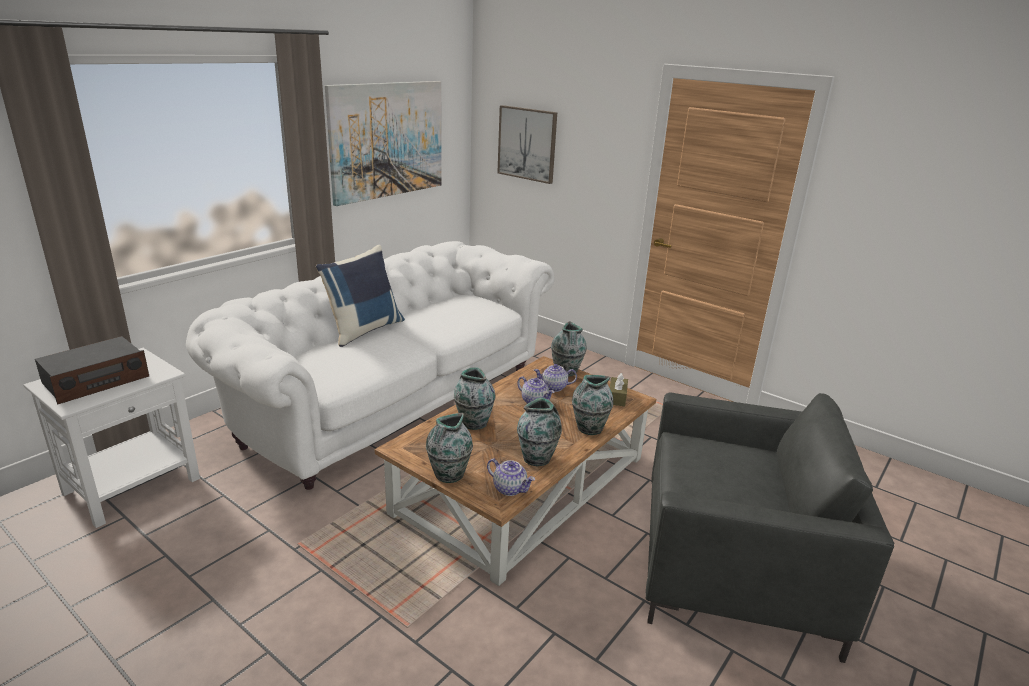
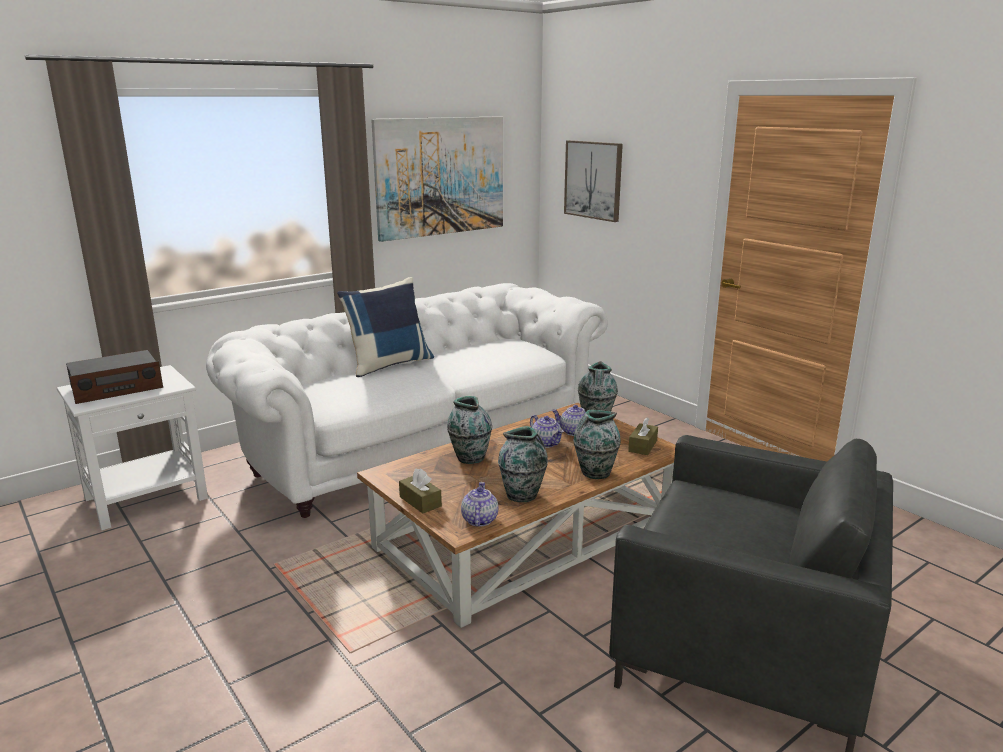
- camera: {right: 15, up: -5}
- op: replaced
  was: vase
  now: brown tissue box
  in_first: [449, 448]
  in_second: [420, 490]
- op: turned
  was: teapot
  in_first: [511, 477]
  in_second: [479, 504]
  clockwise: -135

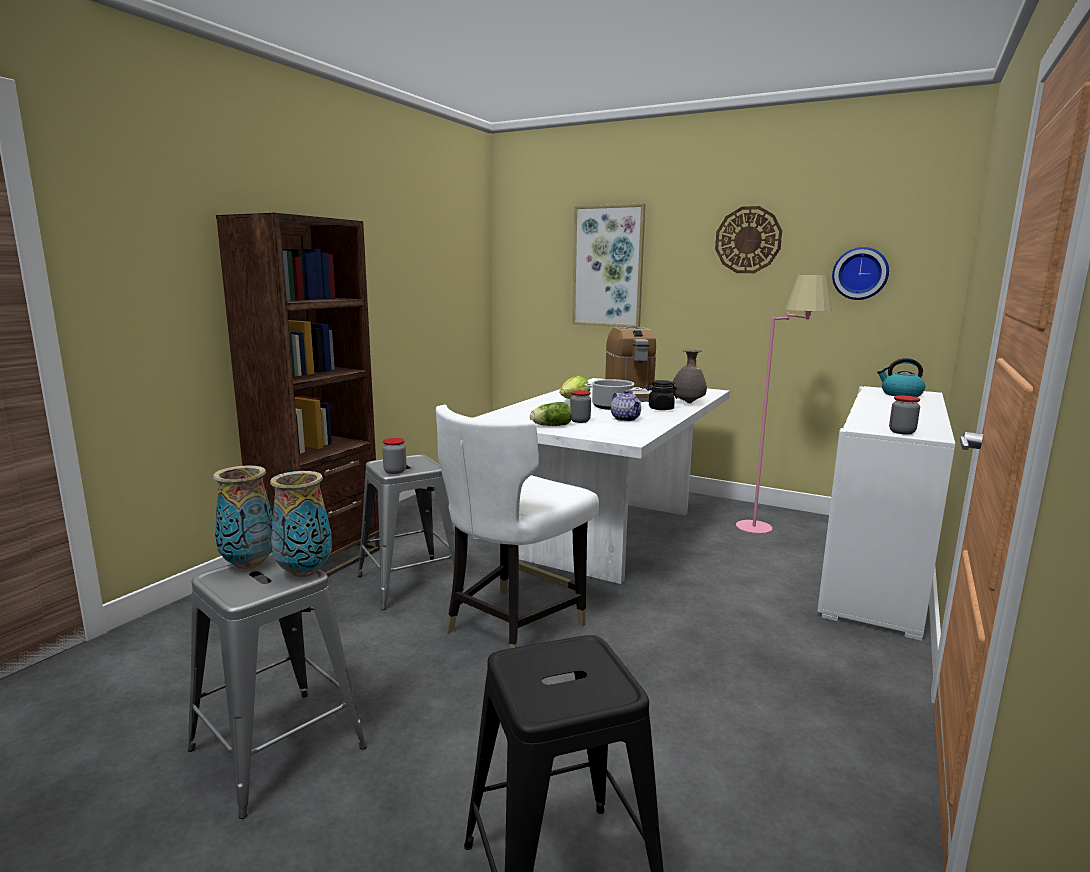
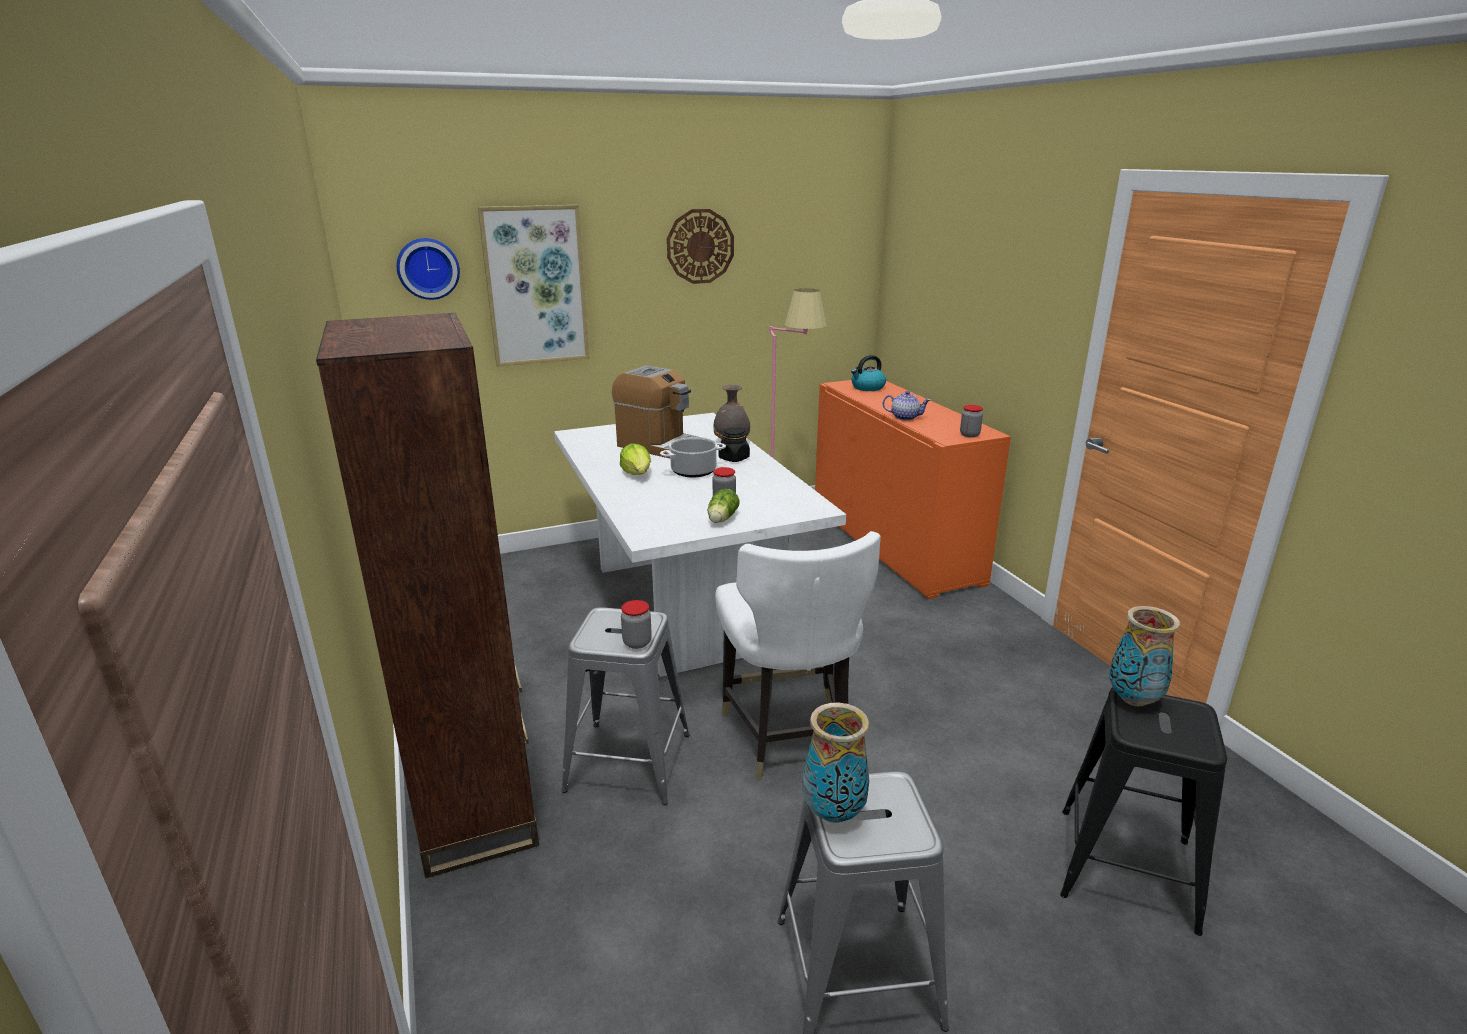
- camera: {right: -50, up: 10}
- op: moved
  was: vase
  in_first: [301, 524]
  in_second: [1144, 656]
- op: moved
  was: teapot
  in_first: [626, 405]
  in_second: [907, 406]
- op: moved
  was: wall clock
  in_first: [860, 273]
  in_second: [428, 269]
- op: recoloured
  was: white cabinet
  now: orange cabinet
  in_first: [886, 513]
  in_second: [913, 489]

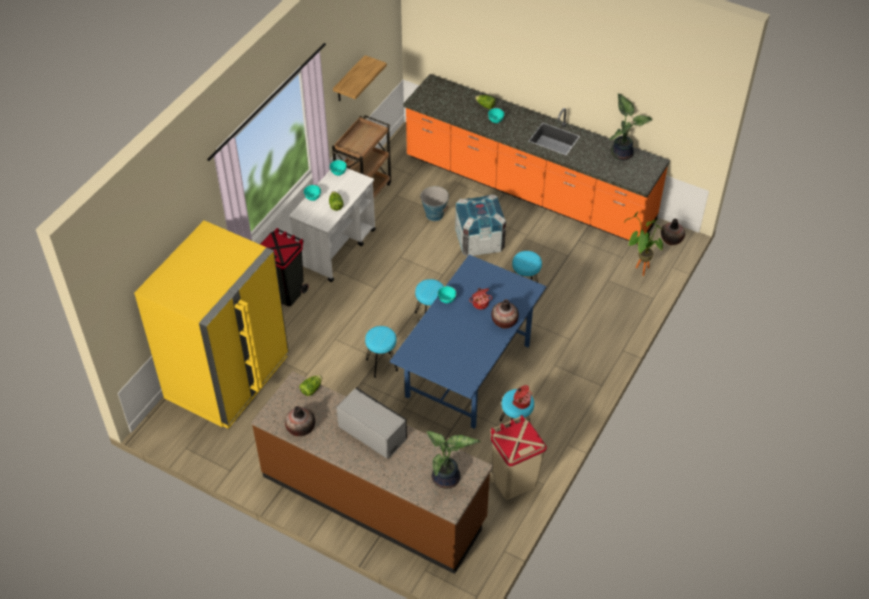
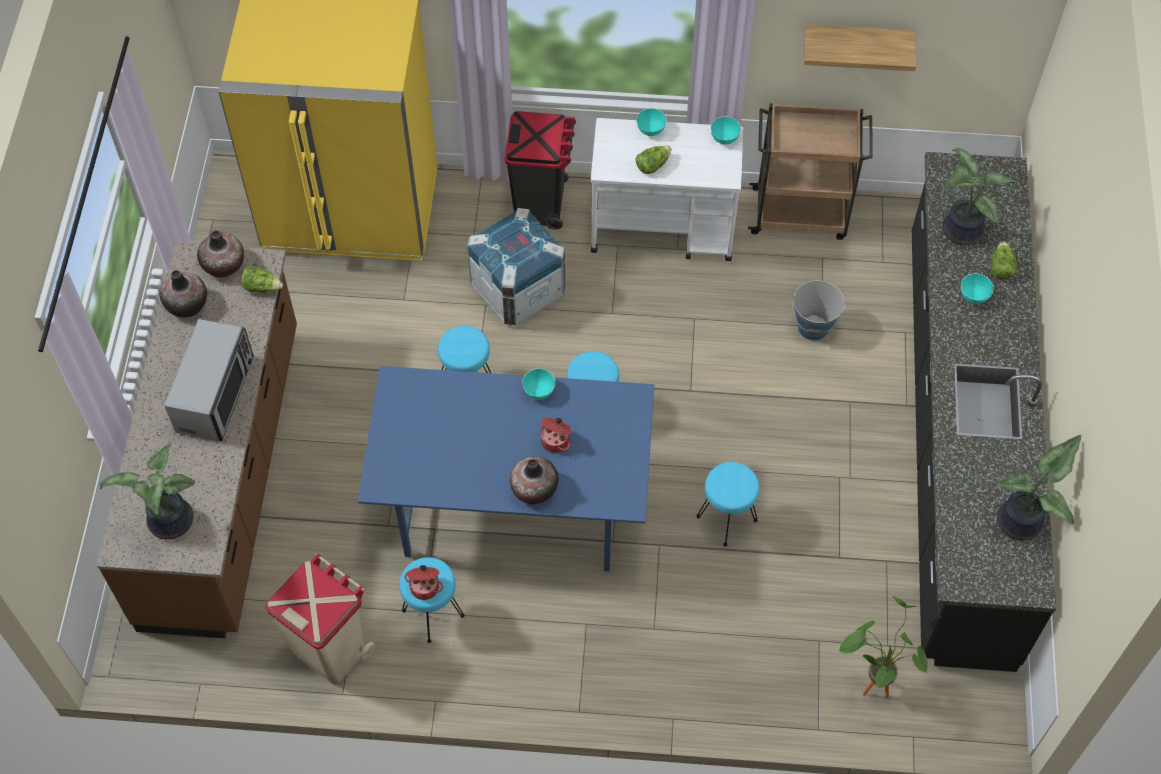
- camera: {right: 65, up: 10}
- op: added
  now: potted plant
  in_second: [980, 196]
- op: moved
  was: crate
  in_first: [480, 225]
  in_second: [516, 266]
- op: moved
  was: vase
  in_first: [673, 232]
  in_second: [220, 254]
- op: recoloured
  was: orange counter
  now: black counter
  in_first: [536, 159]
  in_second: [984, 412]

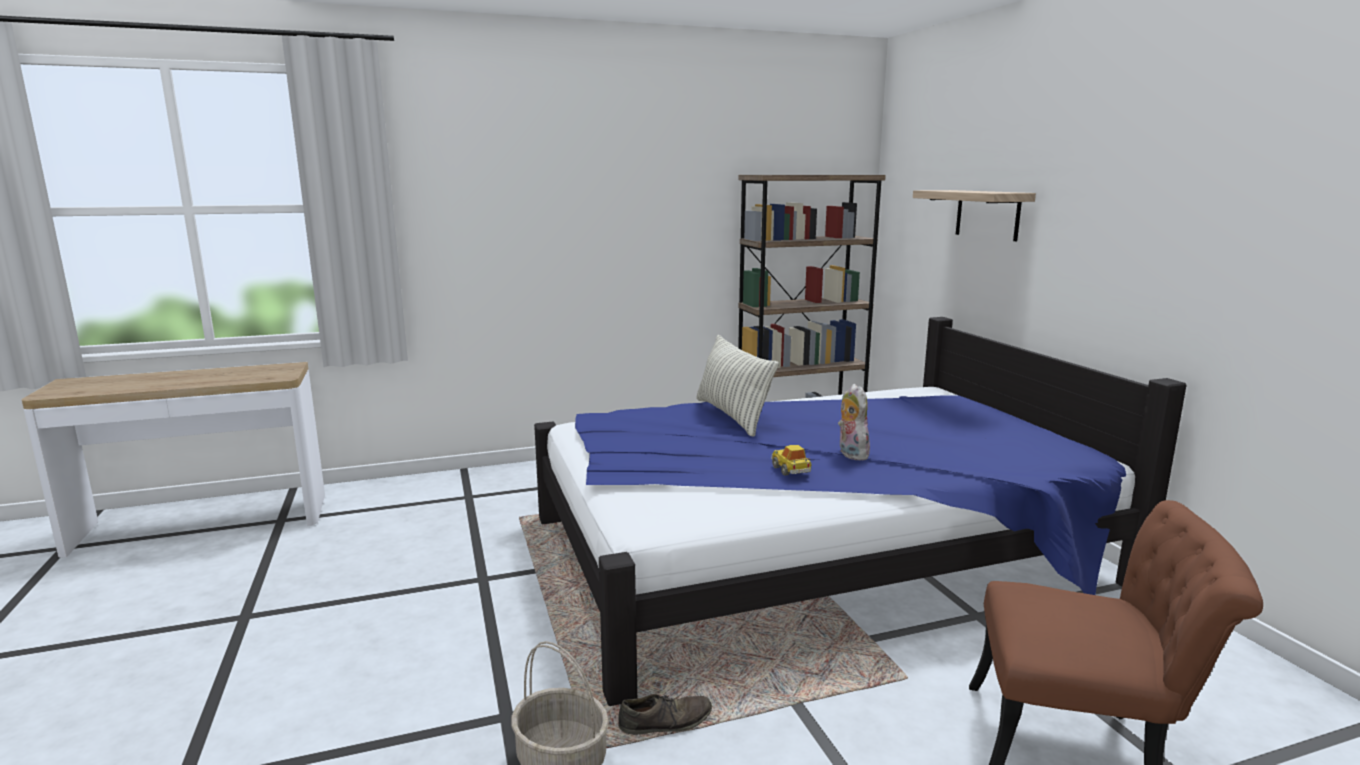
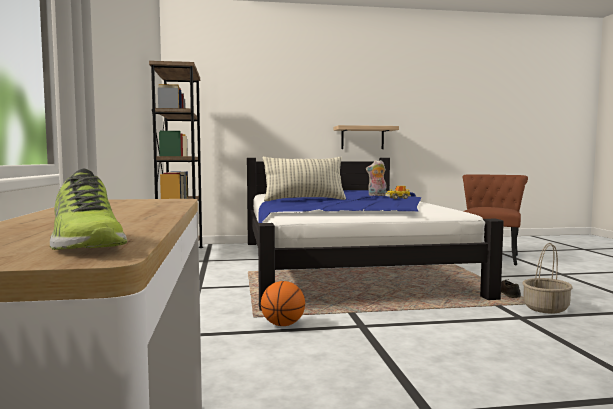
- camera: {right: -80, up: -10}
- op: added
  now: shoe
  in_second: [88, 209]
- op: added
  now: basketball
  in_second: [283, 303]
- op: moved
  was: shelf
  in_first: [974, 215]
  in_second: [366, 137]

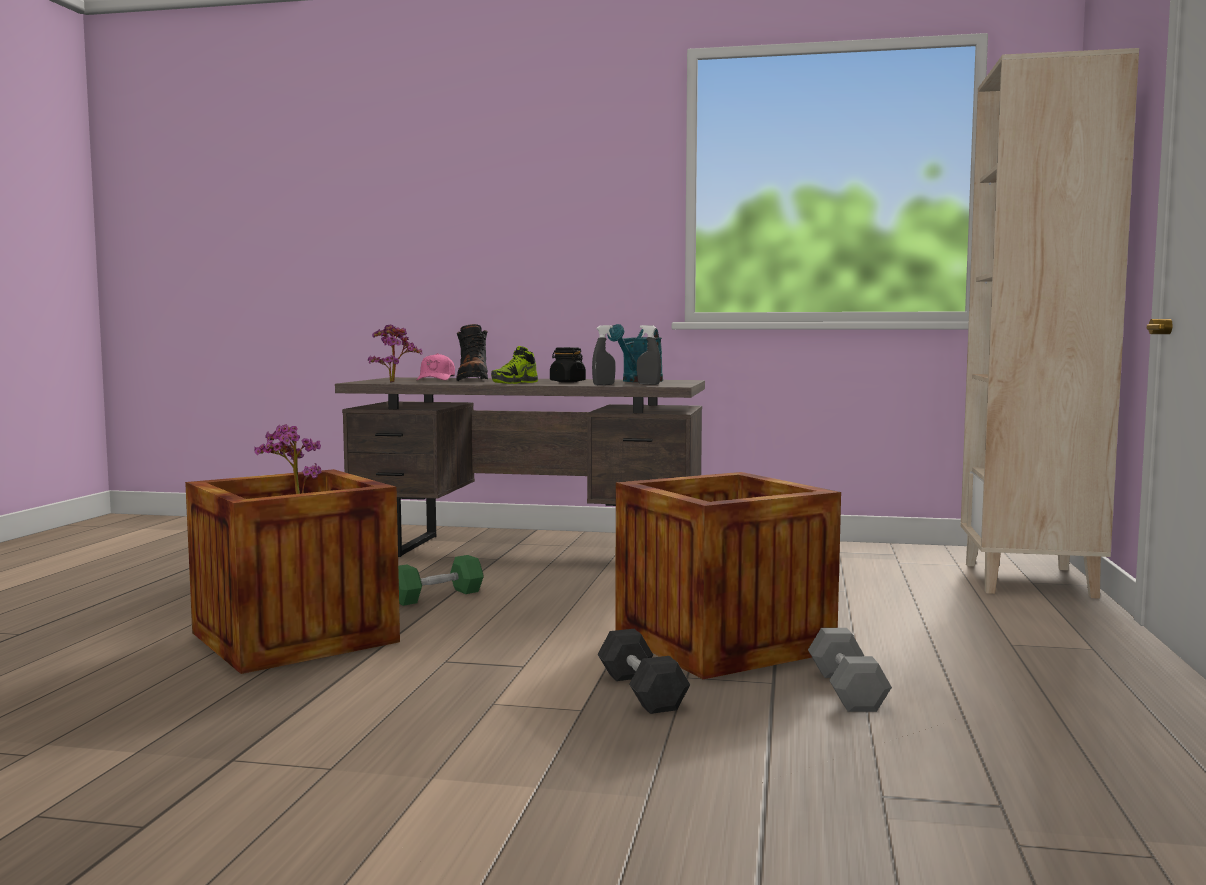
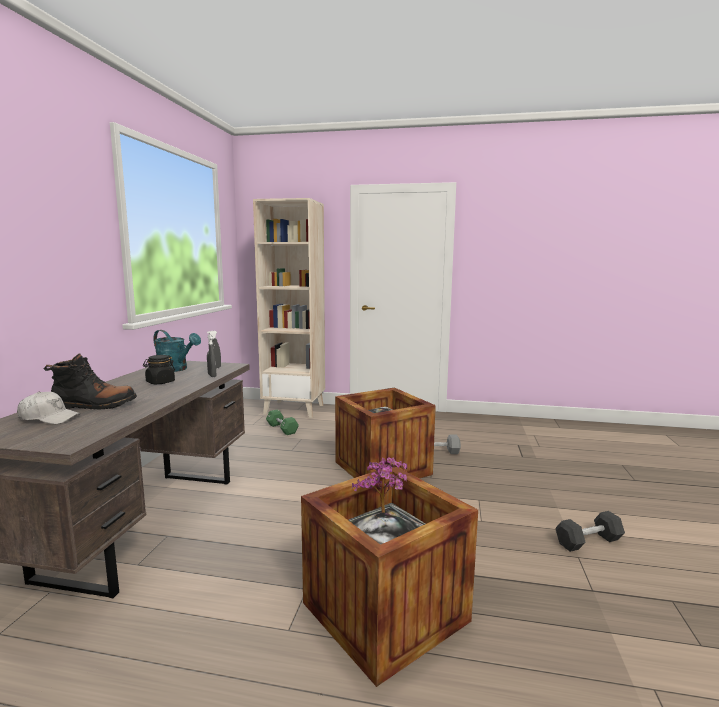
- camera: {right: -90, up: 5}
- op: removed
  was: potted plant
  in_first: [395, 353]
- op: removed
  was: shoe
  in_first: [514, 365]
- op: moved
  was: green dumbbell
  in_first: [441, 580]
  in_second: [282, 422]
- op: moved
  was: black dumbbell
  in_first: [643, 671]
  in_second: [590, 531]
- op: recoloured
  was: pink cap
  now: white cap
  in_first: [436, 366]
  in_second: [49, 407]

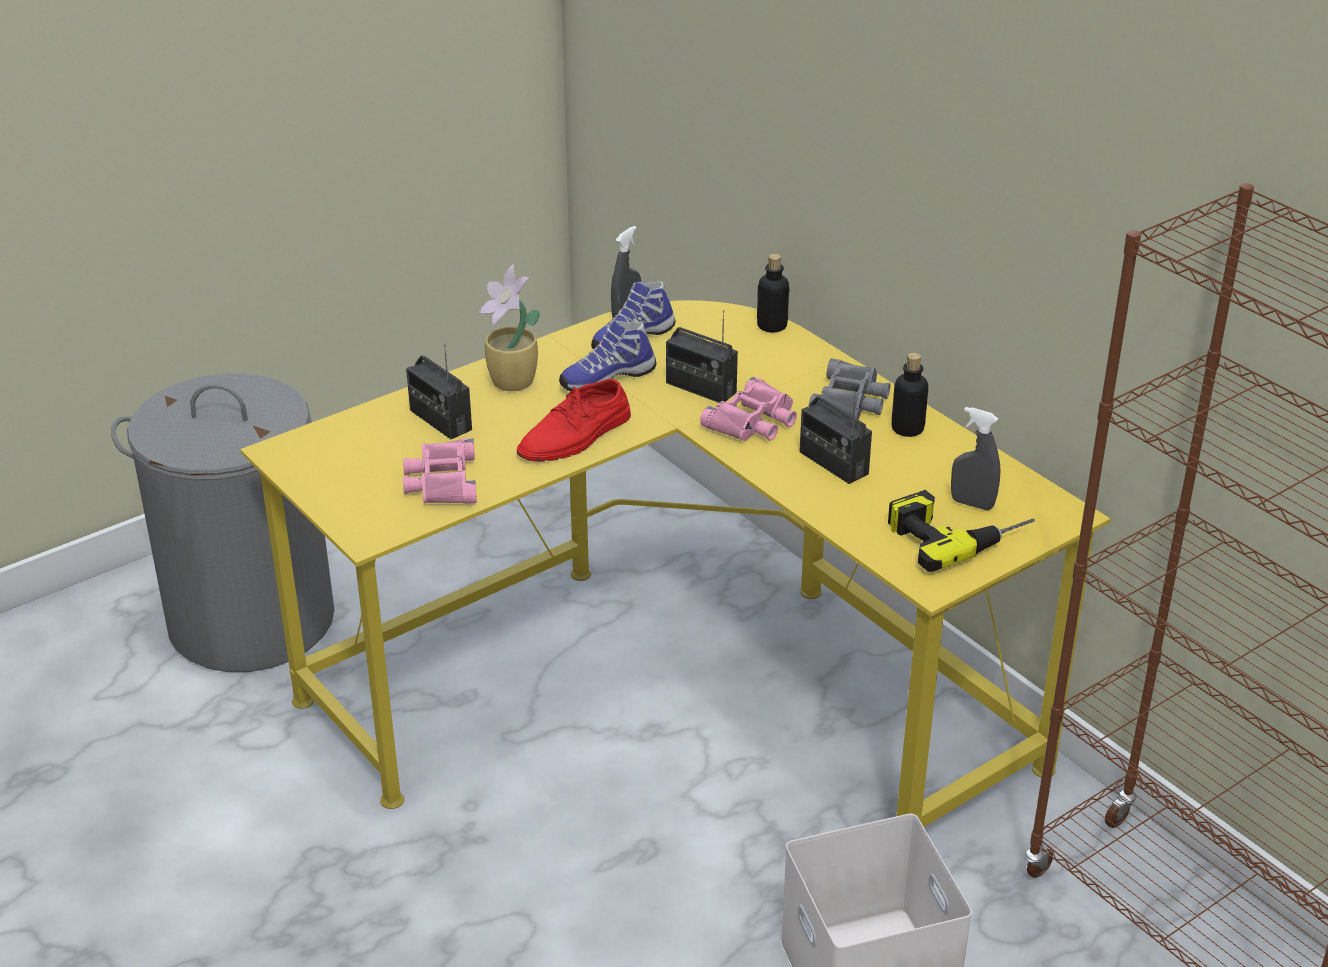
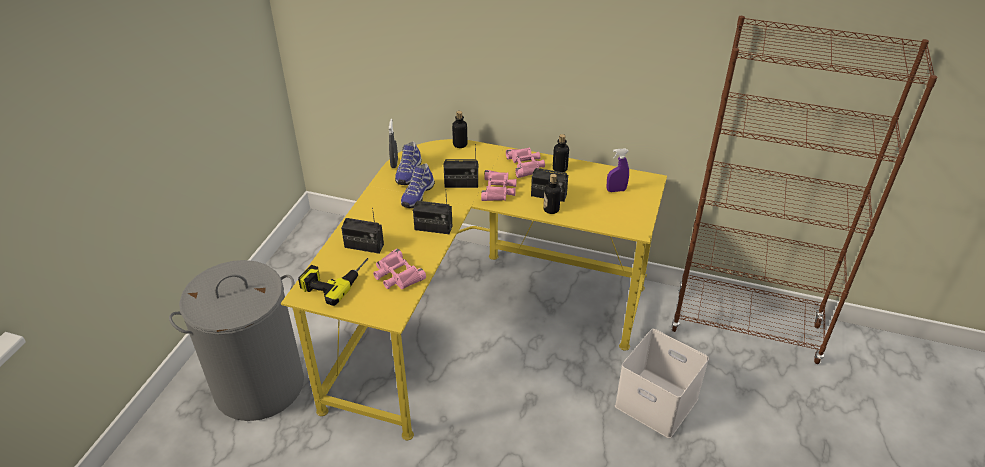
- camera: {right: -35, up: 5}
- op: removed
  was: potted plant
  in_first: [509, 327]
- op: added
  now: bottle
  in_second: [552, 194]
- op: moved
  was: power drill
  in_first: [961, 531]
  in_second: [333, 282]
- op: replaced
  was: red shoe
  now: radio
  in_first: [574, 420]
  in_second: [432, 215]
- op: recoloured
  was: grey binoculars
  now: pink binoculars
  in_first: [849, 388]
  in_second: [525, 162]
- op: recoloured
  was: grey spray bottle
  now: purple spray bottle
  in_first: [975, 458]
  in_second: [618, 170]

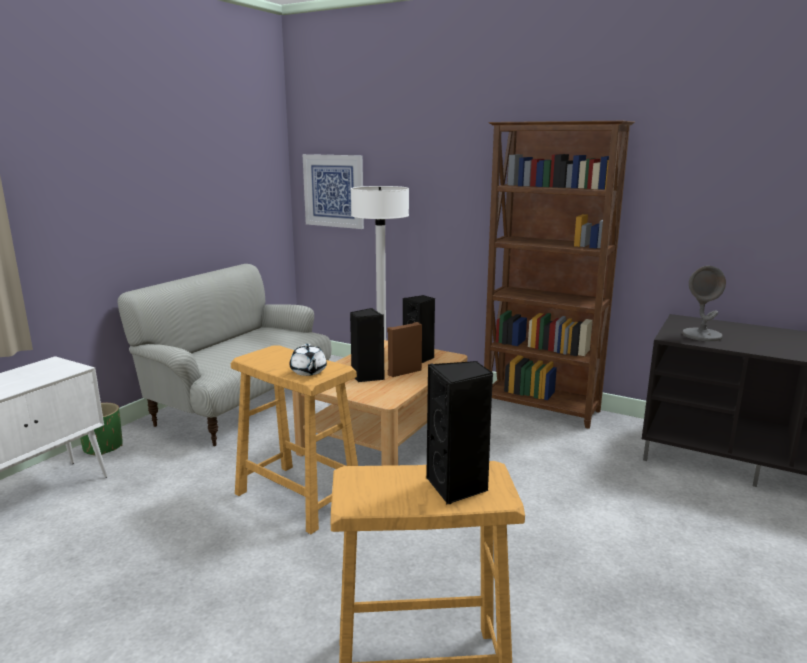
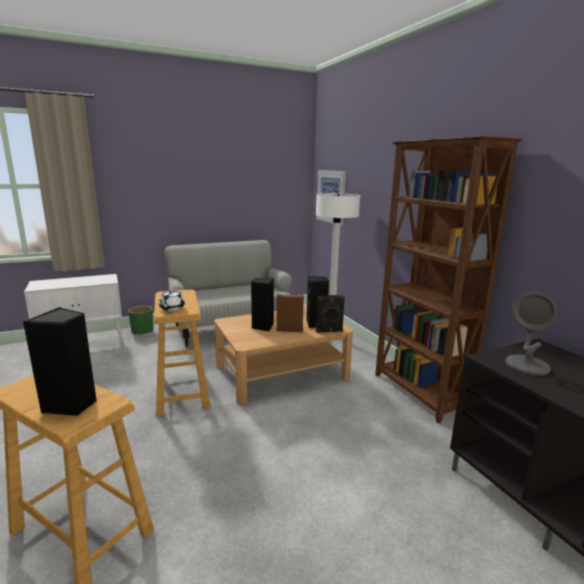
- camera: {right: 35, up: 0}
- op: added
  now: black speaker
  in_second: [330, 314]

